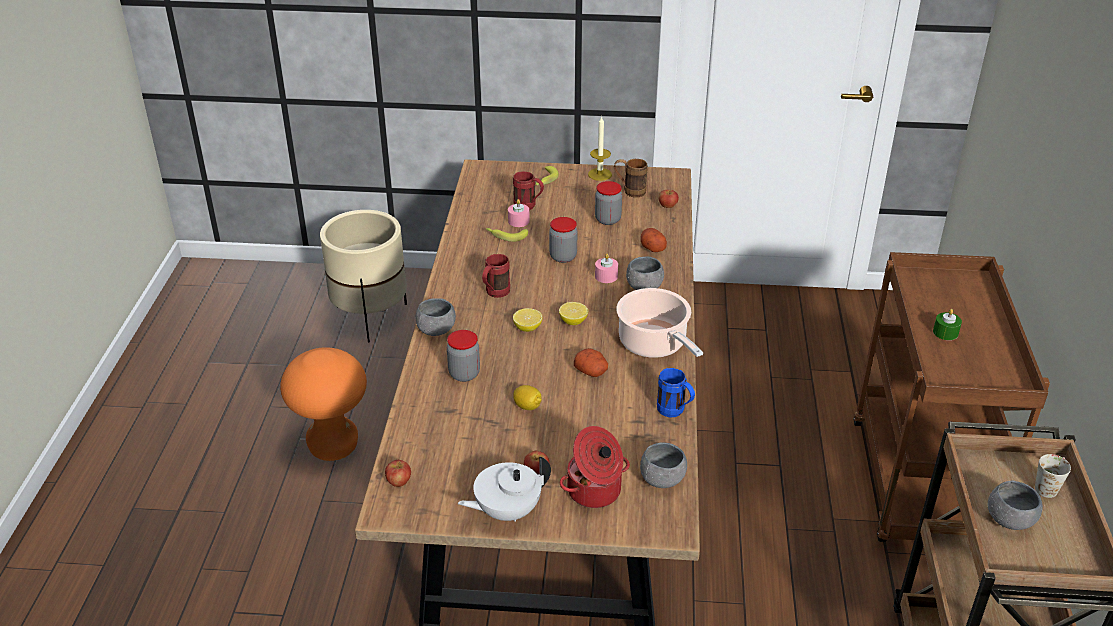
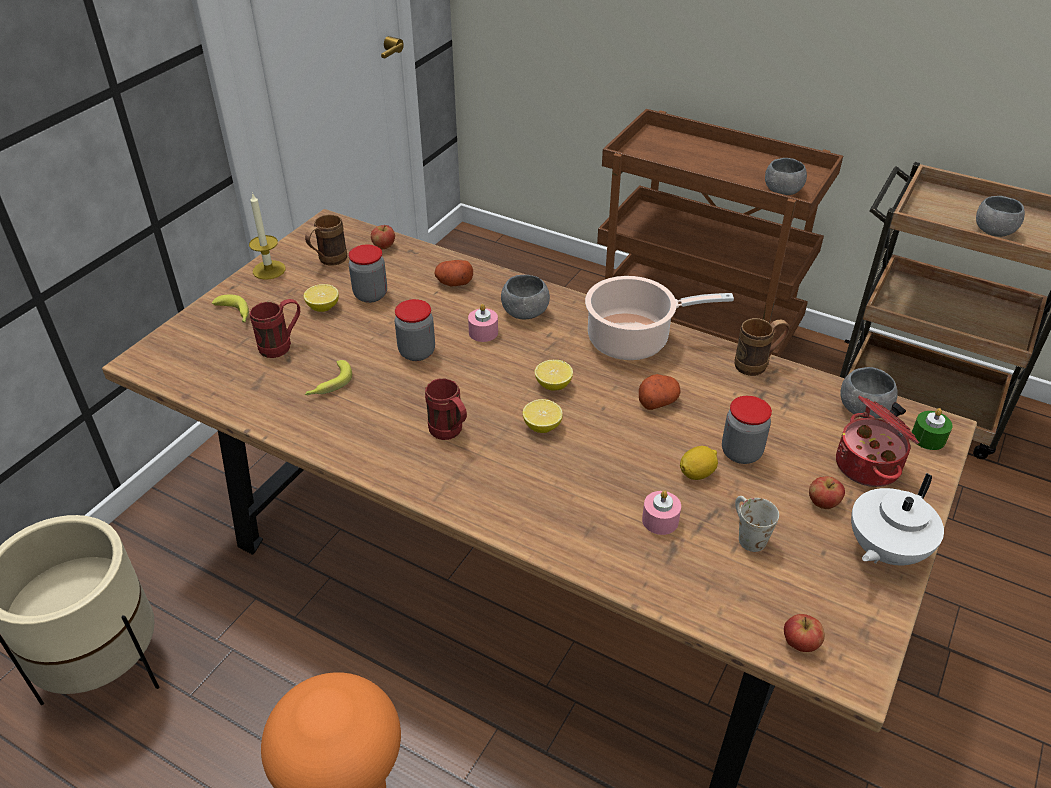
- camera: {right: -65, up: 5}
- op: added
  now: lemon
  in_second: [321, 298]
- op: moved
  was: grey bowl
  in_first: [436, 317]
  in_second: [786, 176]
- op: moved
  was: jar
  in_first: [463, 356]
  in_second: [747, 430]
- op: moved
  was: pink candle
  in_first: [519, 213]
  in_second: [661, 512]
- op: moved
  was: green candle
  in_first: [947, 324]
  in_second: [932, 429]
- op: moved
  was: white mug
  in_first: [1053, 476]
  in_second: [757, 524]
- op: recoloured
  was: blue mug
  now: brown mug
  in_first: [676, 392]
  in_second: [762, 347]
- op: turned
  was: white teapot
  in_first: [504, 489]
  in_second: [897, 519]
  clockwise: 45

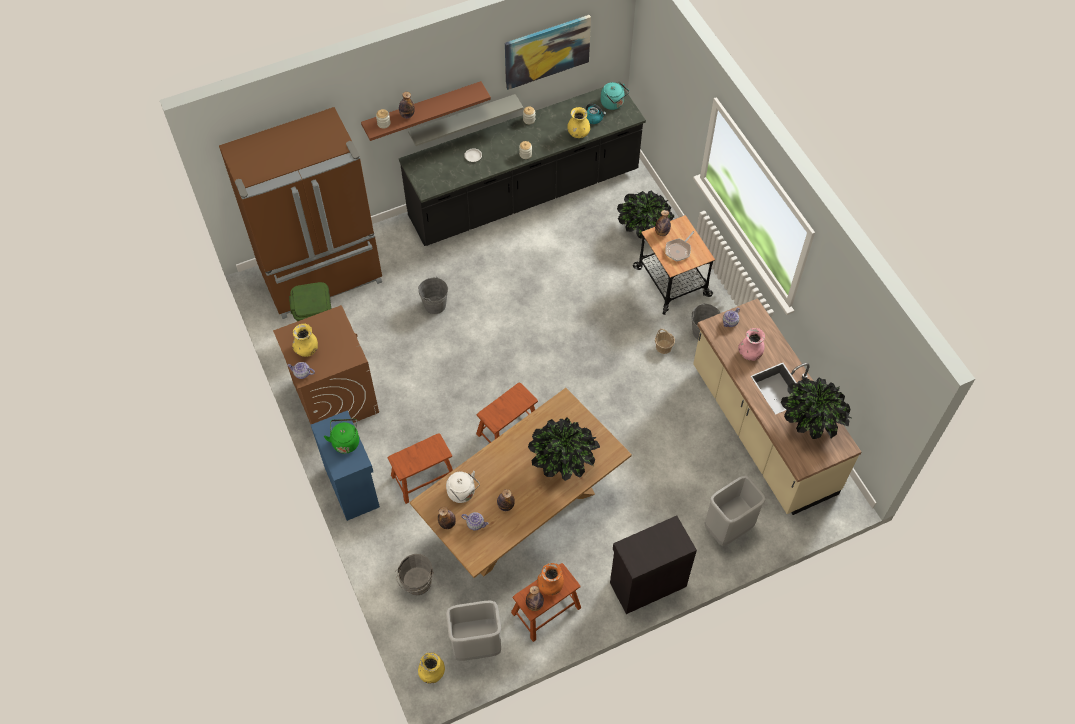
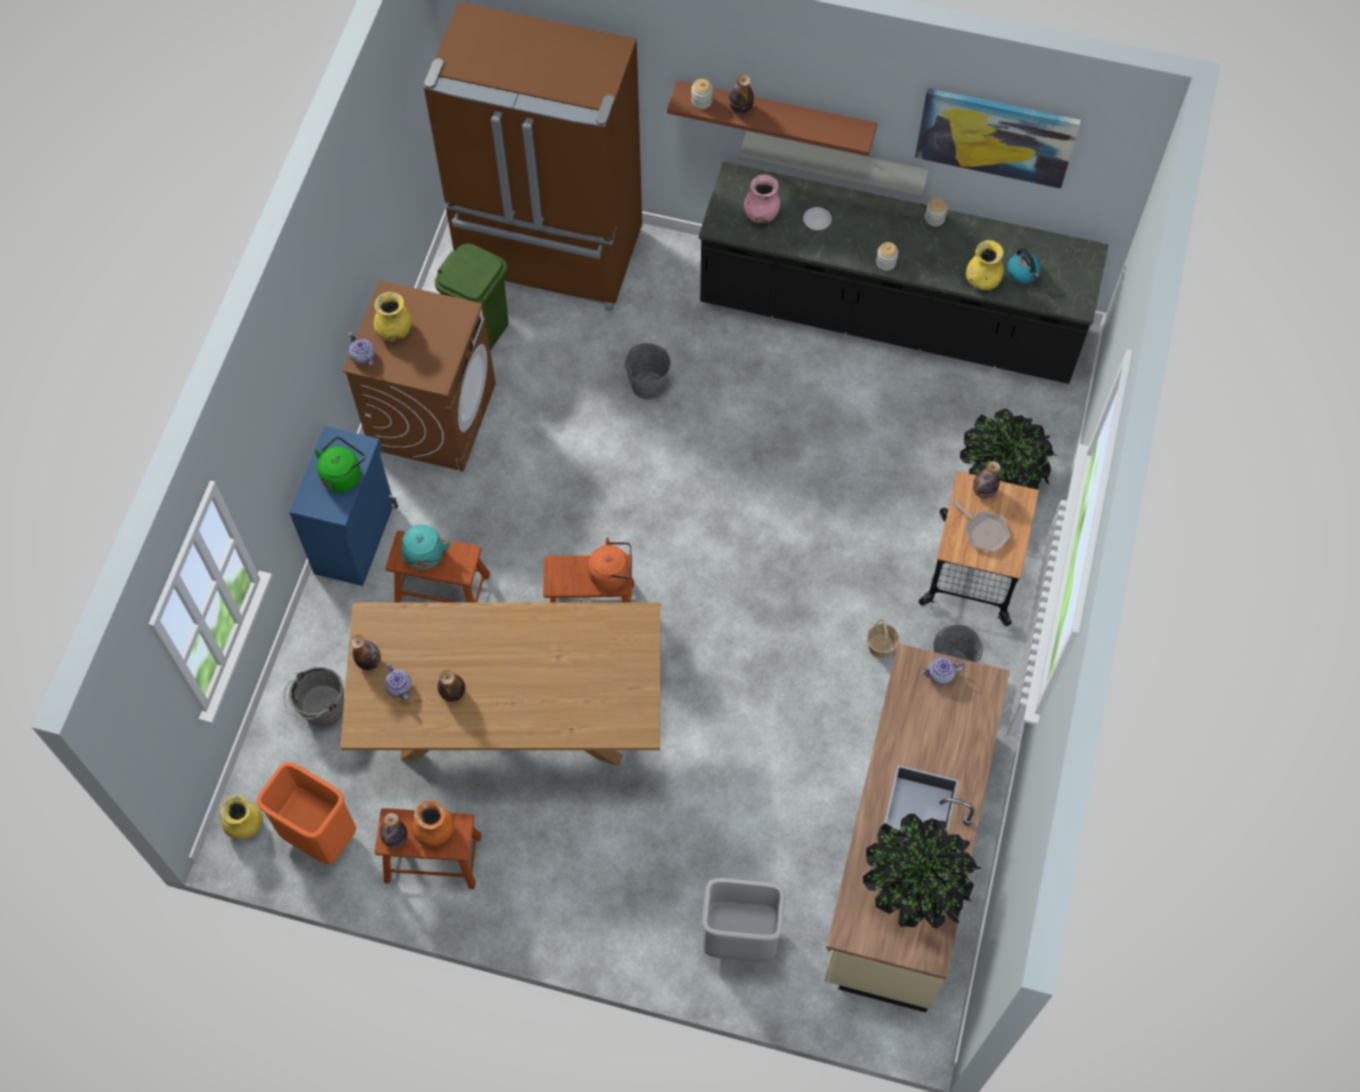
- camera: {right: 40, up: 5}
- op: removed
  was: white kettle
  in_first: [463, 487]
- op: removed
  was: potted plant
  in_first: [564, 449]
- op: removed
  was: black cabinet
  in_first: [653, 565]
- op: added
  now: orange kettle
  in_second: [610, 563]
- op: moved
  was: turquoise kettle
  in_first: [615, 96]
  in_second: [426, 547]
- op: moved
  was: pink vase
  in_first: [751, 344]
  in_second: [762, 199]
- op: recoloured
  was: grey trash can
  now: orange trash can
  in_first: [473, 631]
  in_second: [306, 813]
- op: turned
  was: frying pan
  in_first: [679, 246]
  in_second: [981, 526]
  clockwise: -120

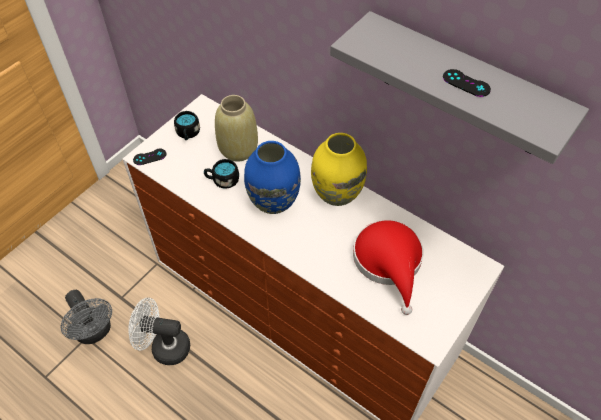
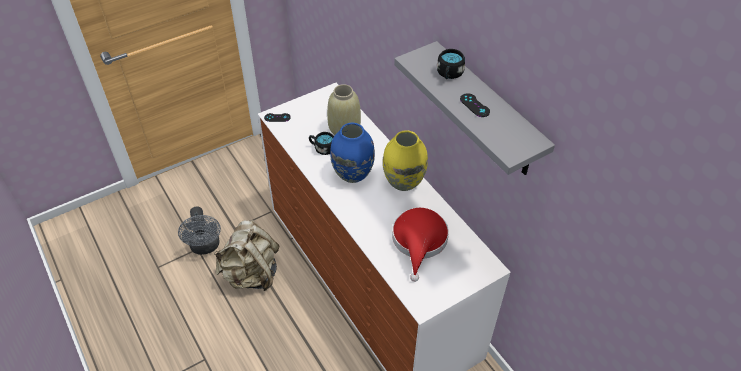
- camera: {right: 20, up: -5}
- op: moved
  was: black mug
  in_first: [187, 125]
  in_second: [451, 64]
- op: replaced
  was: white fan
  now: beige backpack
  in_first: [159, 331]
  in_second: [247, 255]

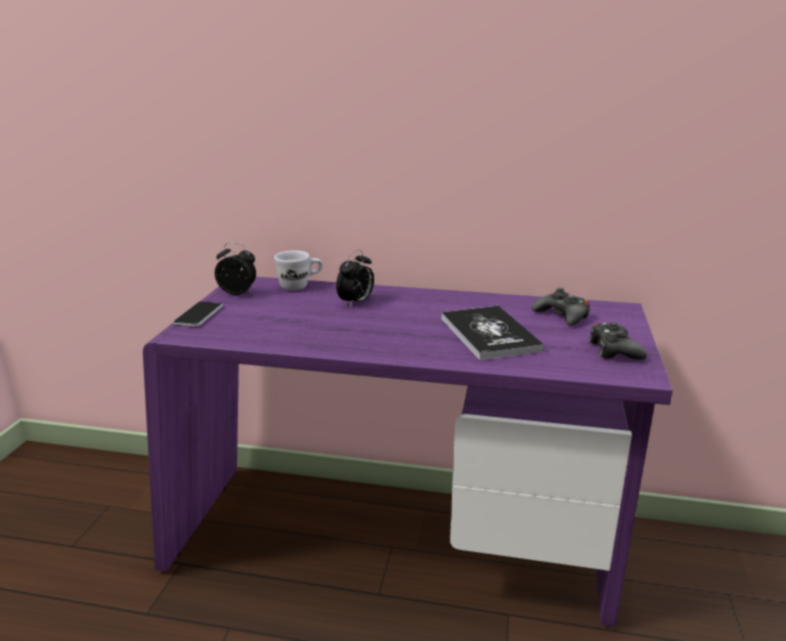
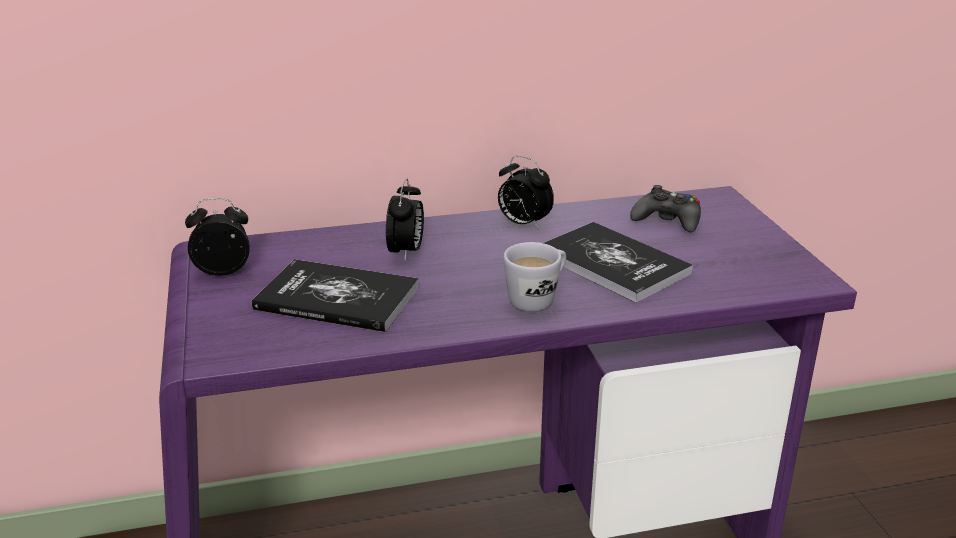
- camera: {right: -25, up: 5}
- op: removed
  was: phone
  in_first: [198, 314]
- op: removed
  was: black game controller
  in_first: [617, 341]
- op: added
  now: book
  in_second: [335, 295]
- op: added
  now: alarm clock
  in_second: [526, 193]
- op: moved
  was: white mug
  in_first: [298, 270]
  in_second: [534, 277]

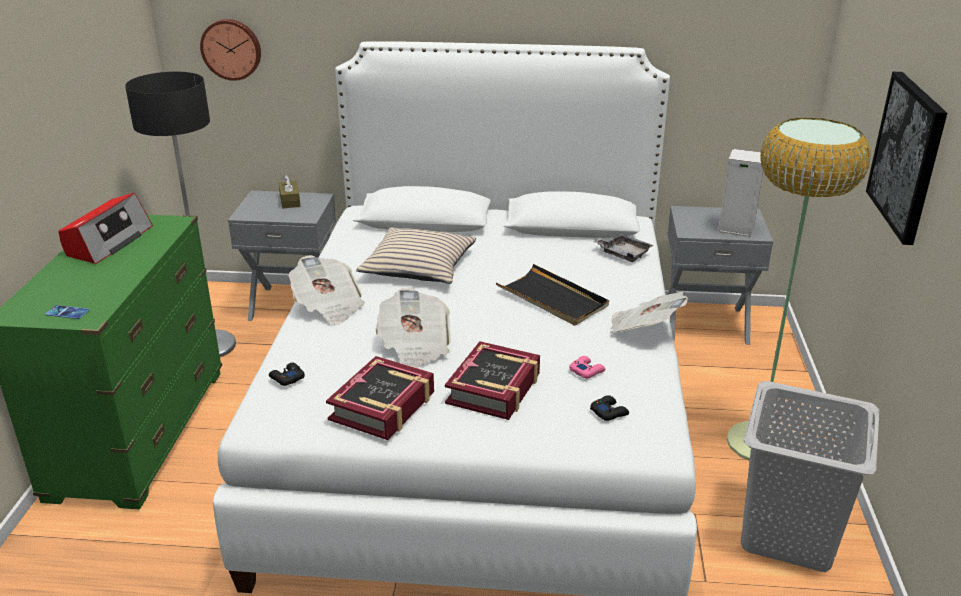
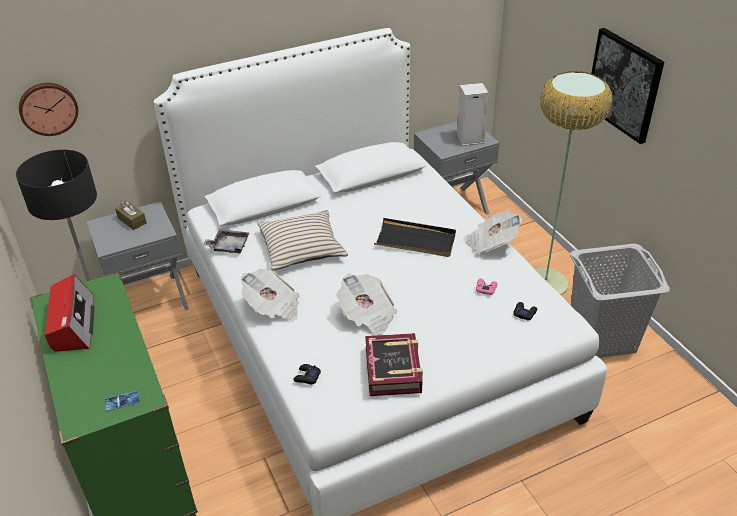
- camera: {right: -30, up: 10}
- op: removed
  was: book
  in_first: [492, 380]
- op: moved
  was: grey tray
  in_first: [623, 247]
  in_second: [226, 241]

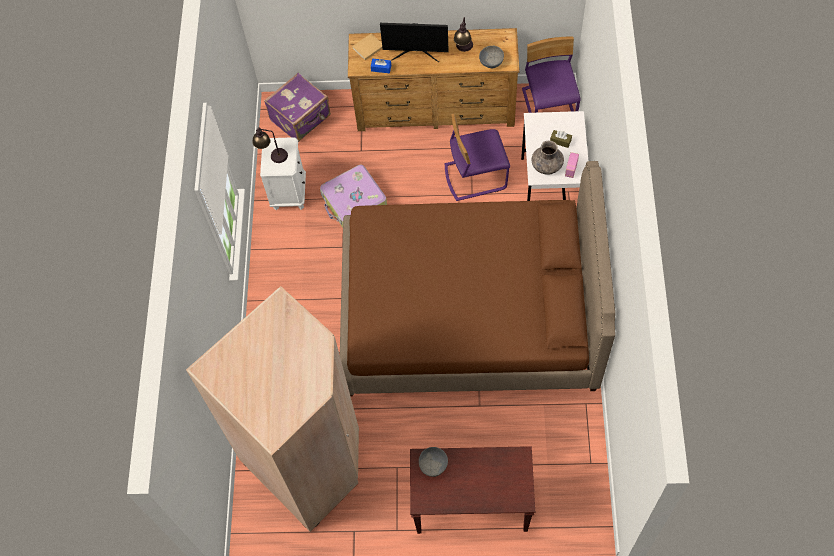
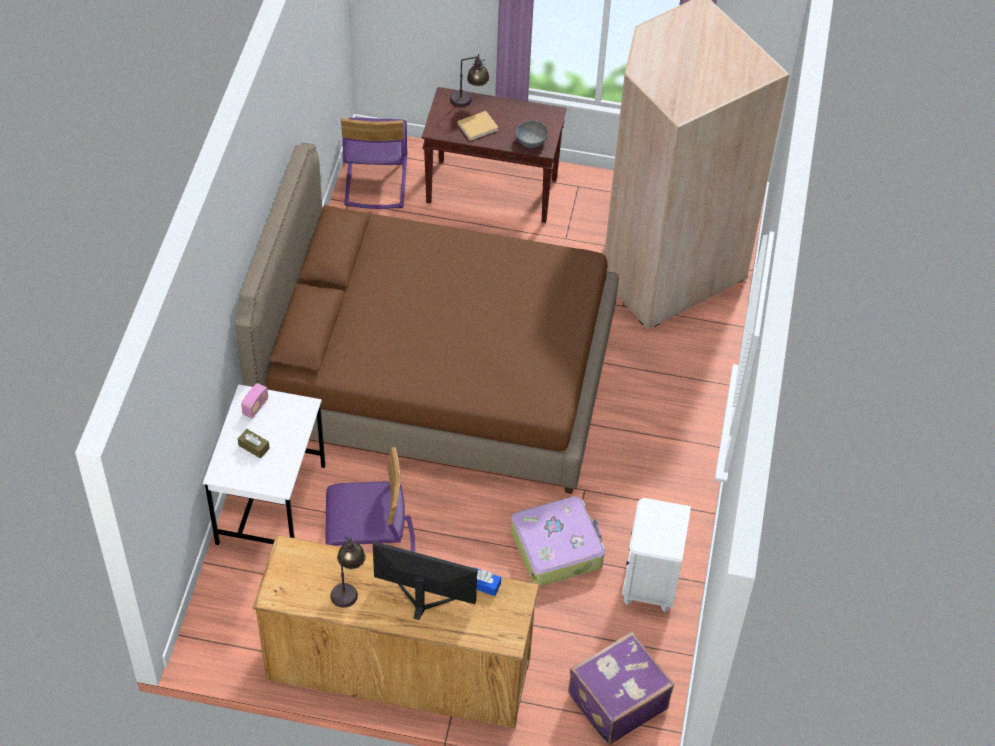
- camera: {right: -175, up: -10}
- op: removed
  was: grey bowl
  in_first: [491, 57]
- op: removed
  was: grey vase
  in_first: [548, 157]
- op: moved
  was: table lamp
  in_first: [270, 145]
  in_second: [470, 80]
- op: moved
  was: beige book
  in_first: [367, 47]
  in_second: [478, 126]
- op: moved
  was: purple chair
  in_first: [551, 74]
  in_second: [374, 163]

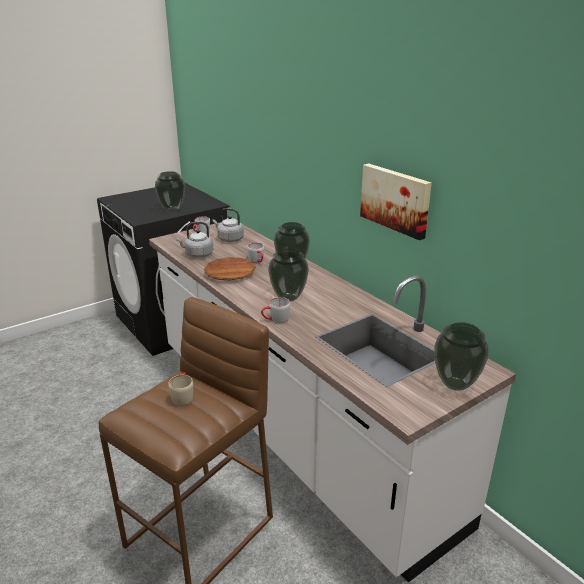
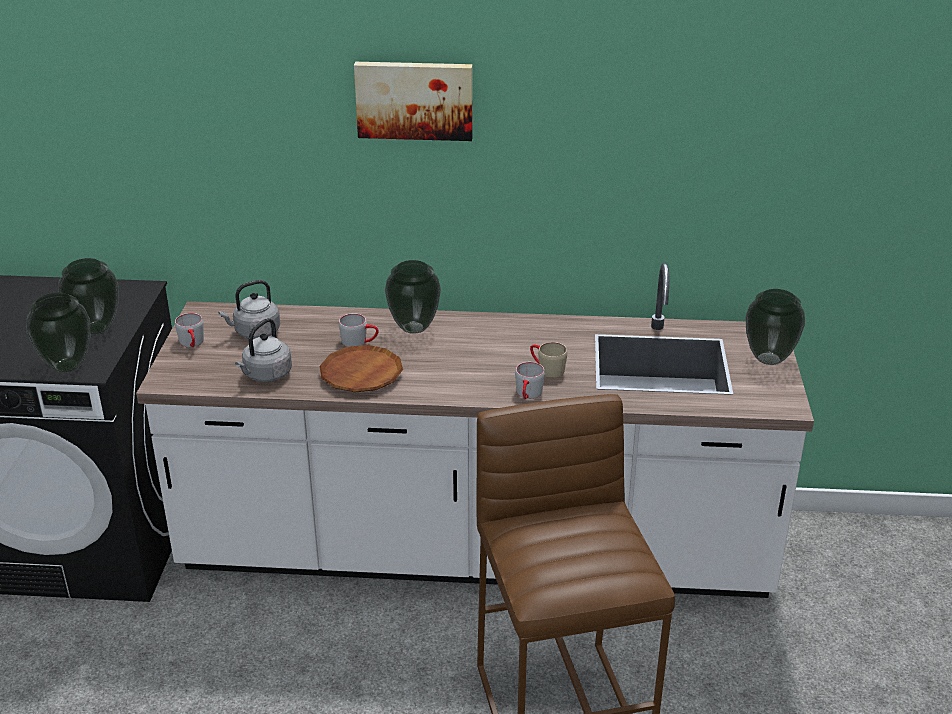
- camera: {right: -50, up: 5}
- op: moved
  was: beige mug
  in_first: [180, 389]
  in_second: [548, 360]
- op: moved
  was: vase
  in_first: [288, 274]
  in_second: [58, 332]
- op: moved
  was: picture
  in_first: [396, 202]
  in_second: [413, 101]

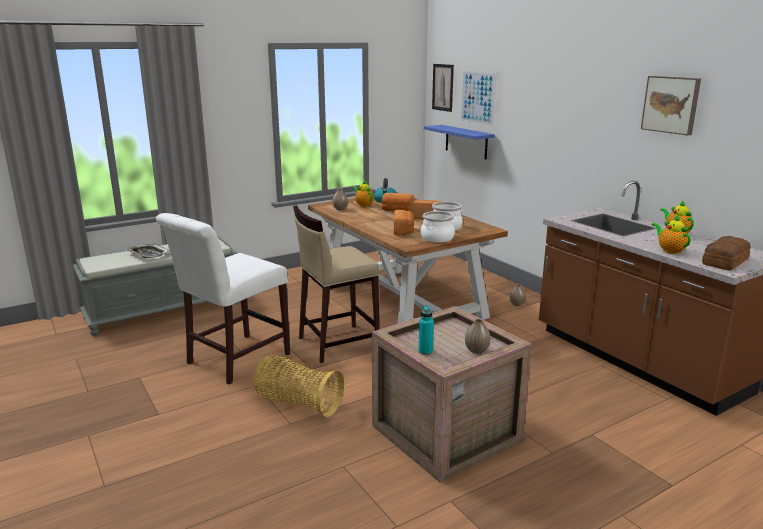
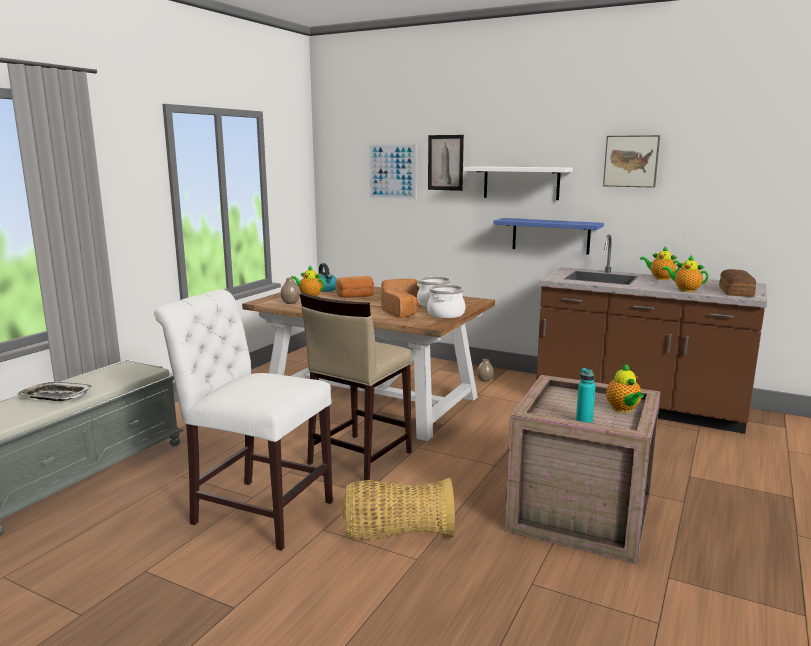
- camera: {right: -30, up: -5}
- op: added
  now: white shelf
  in_second: [518, 183]
- op: moved
  was: blue shelf
  in_first: [459, 142]
  in_second: [548, 236]
- op: moved
  was: picture
  in_first: [443, 88]
  in_second: [446, 163]
- op: replaced
  was: vase
  now: teapot
  in_first: [477, 336]
  in_second: [625, 388]
- op: turned
  was: white chair
  in_first: [223, 298]
  in_second: [243, 420]
  clockwise: 105

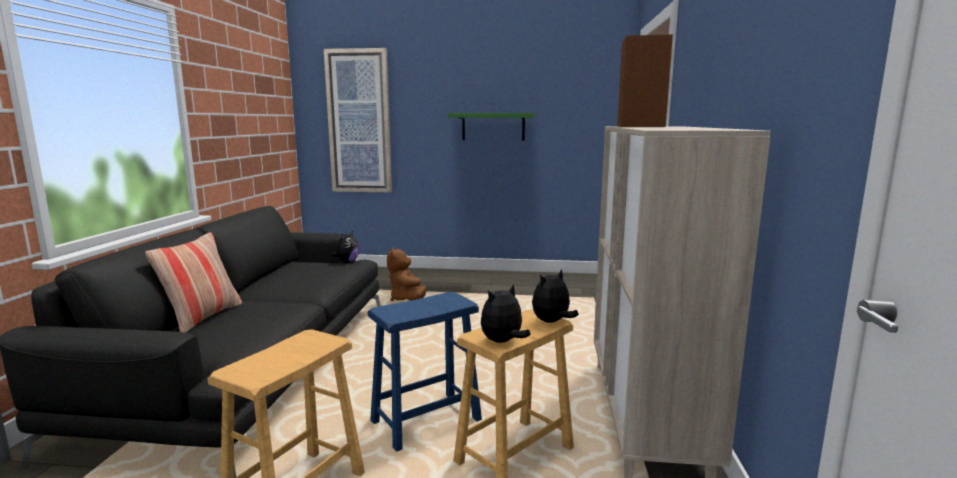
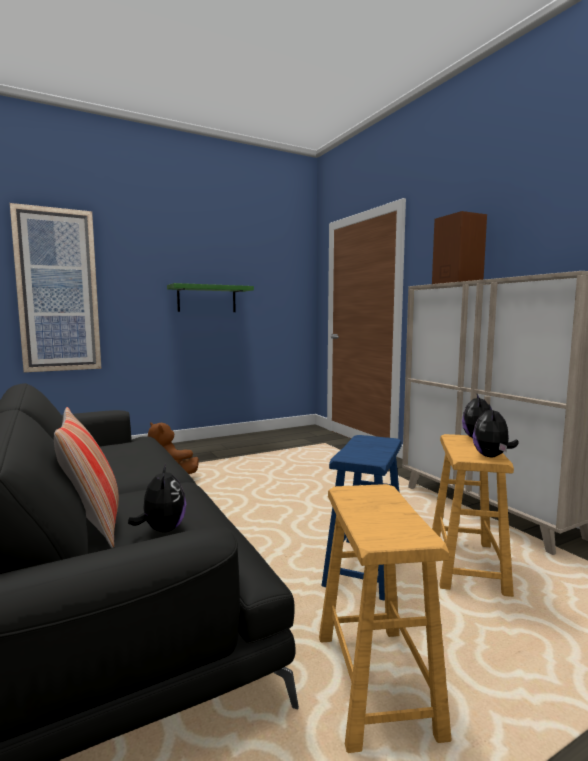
- camera: {right: -35, up: -5}
- op: moved
  was: plush toy
  in_first: [345, 247]
  in_second: [157, 498]

